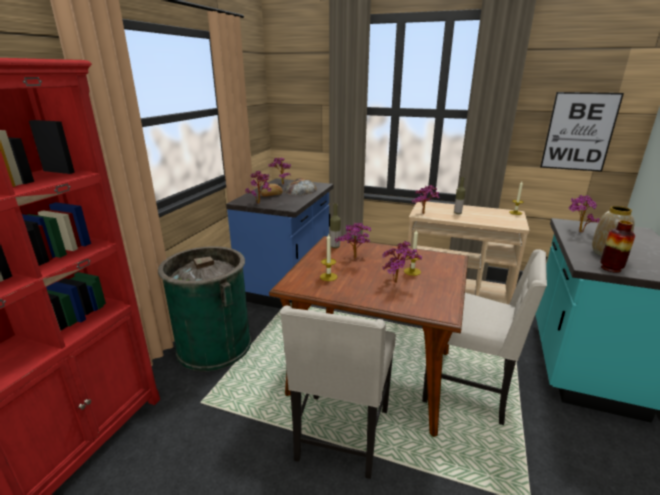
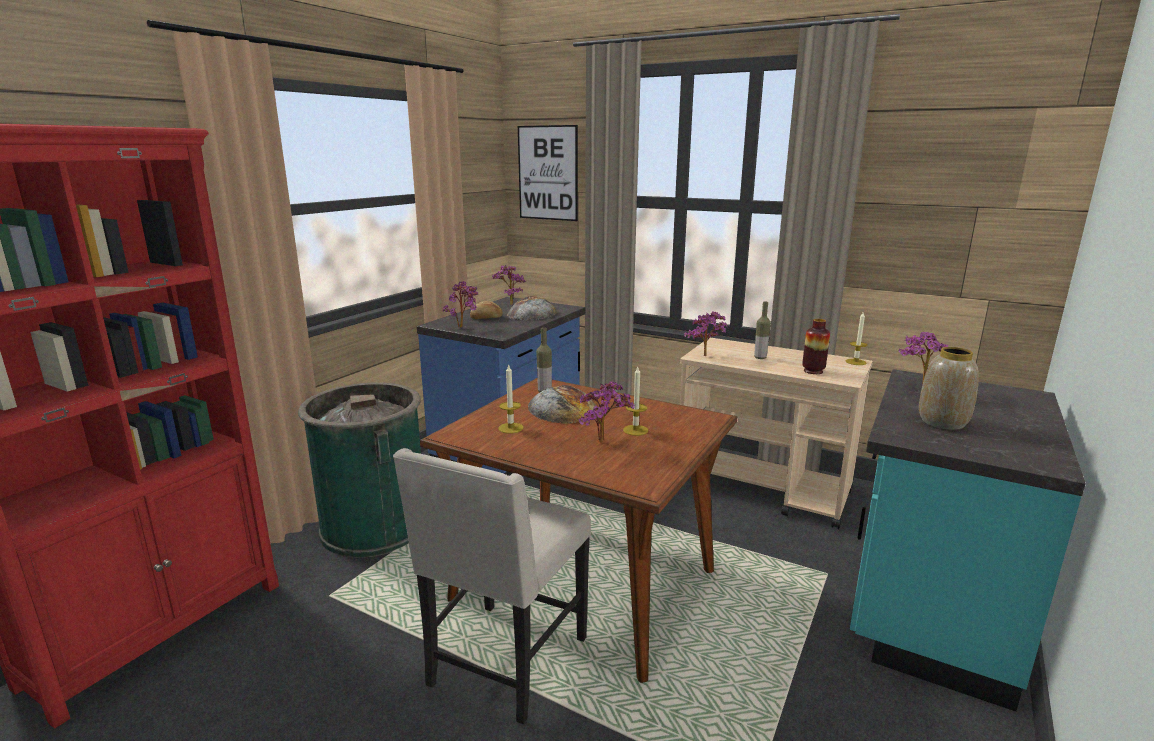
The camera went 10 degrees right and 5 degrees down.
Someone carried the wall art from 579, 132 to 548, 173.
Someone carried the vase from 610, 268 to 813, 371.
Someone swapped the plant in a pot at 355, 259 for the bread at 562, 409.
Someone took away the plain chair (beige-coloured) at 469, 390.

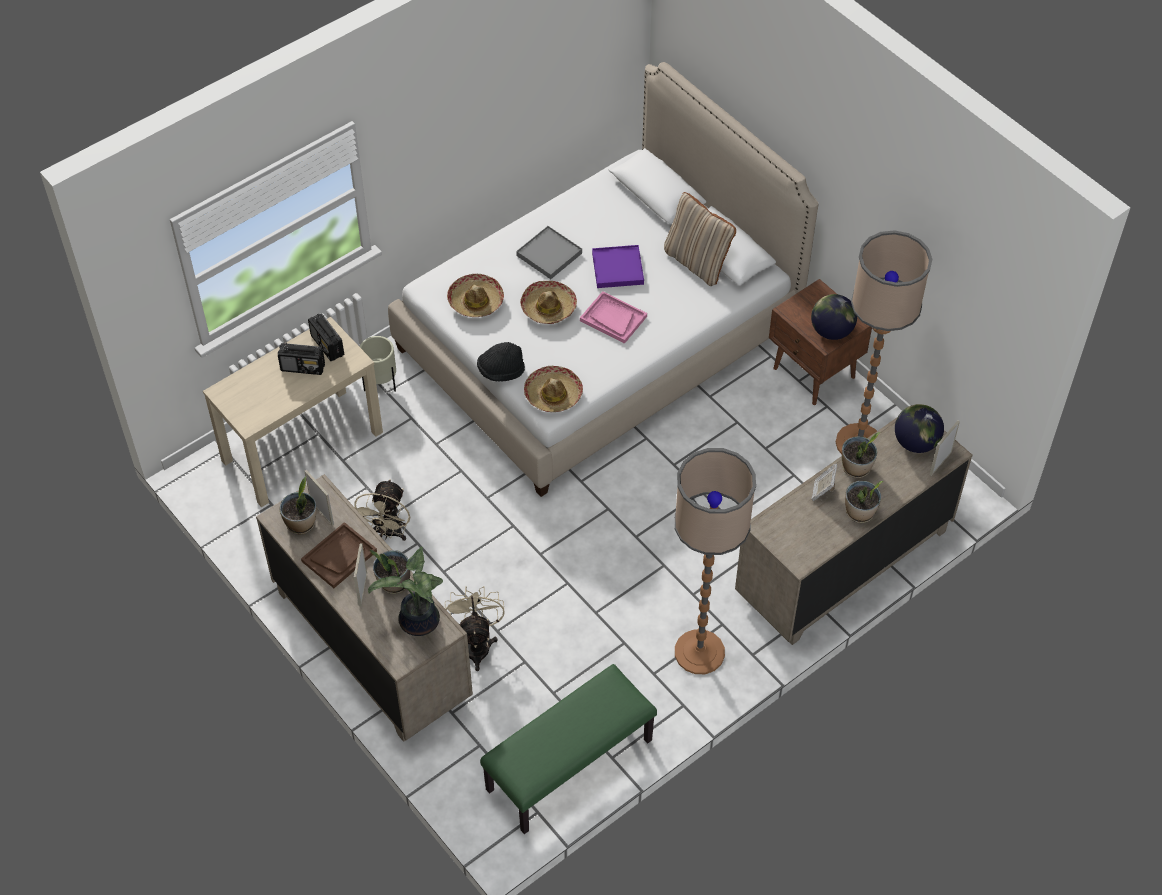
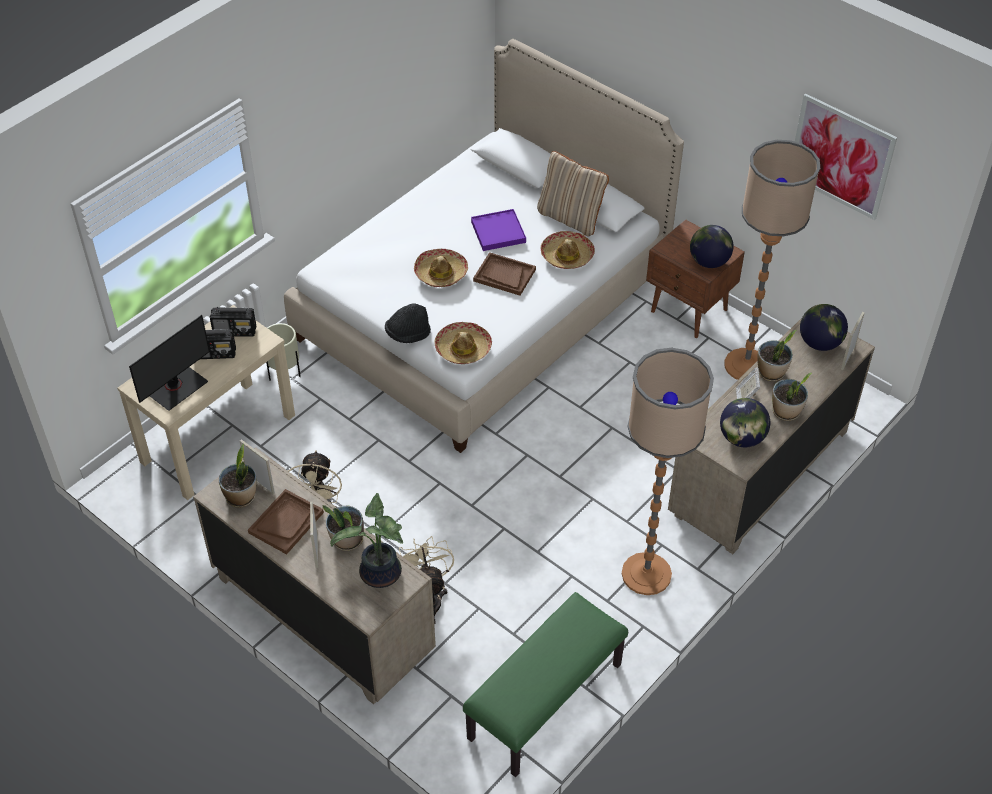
The camera went 10 degrees left and 5 degrees down.
Someone took away the carrying tray (gray) at 549, 254.
Someone carried the wearable hat from 475, 301 to 566, 256.
Someone repainted the carrying tray (pink-coloured) at 613, 318, which became the carrying tray (brown-coloured) at 504, 275.
Someone rotated the radio set at 327, 346 by 45 degrees counterclockwise.
Someone put up the wall art at 841, 156.
Someone put down the monitor at 176, 387.
Someone put down the desk globe at 741, 438.

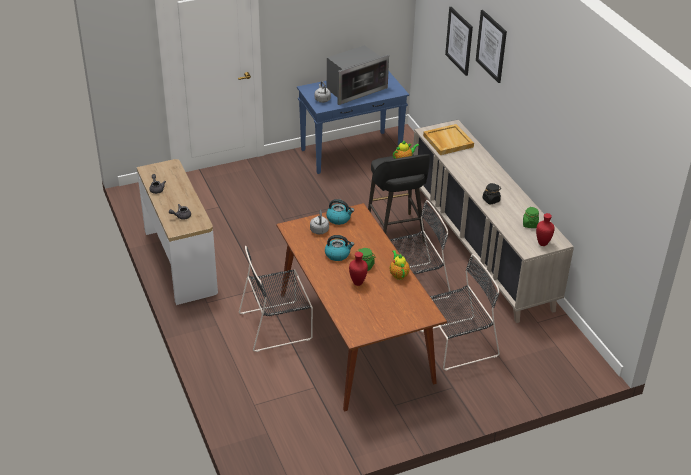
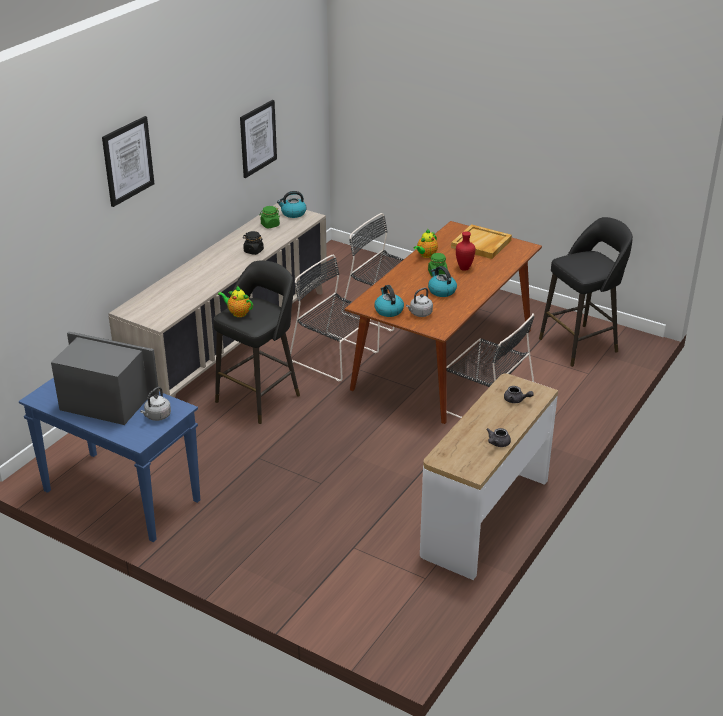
The camera went 125 degrees left and 5 degrees down.
Someone carried the wall art from 459, 41 to 258, 138.
Someone carried the carrying tray (beige-coloured) from 447, 141 to 481, 244.
Someone swapped the vase (red-coloured) at 542, 244 for the water kettle at 293, 213.
Someone put down the stool seat (blackish) at 580, 345.

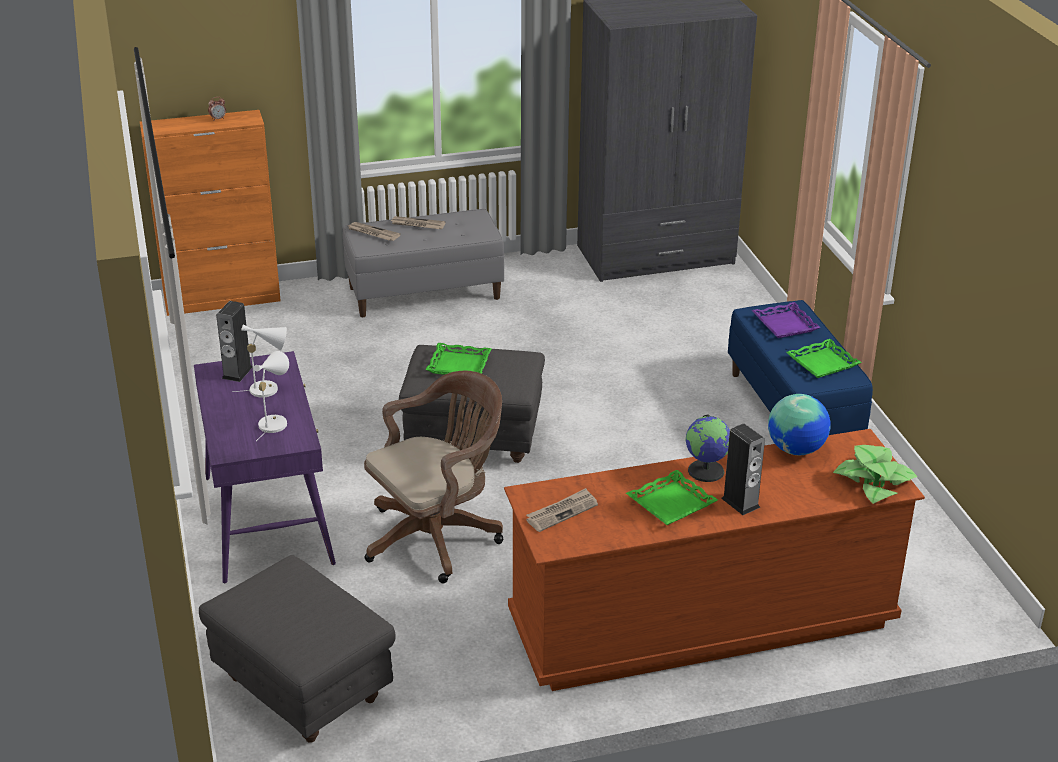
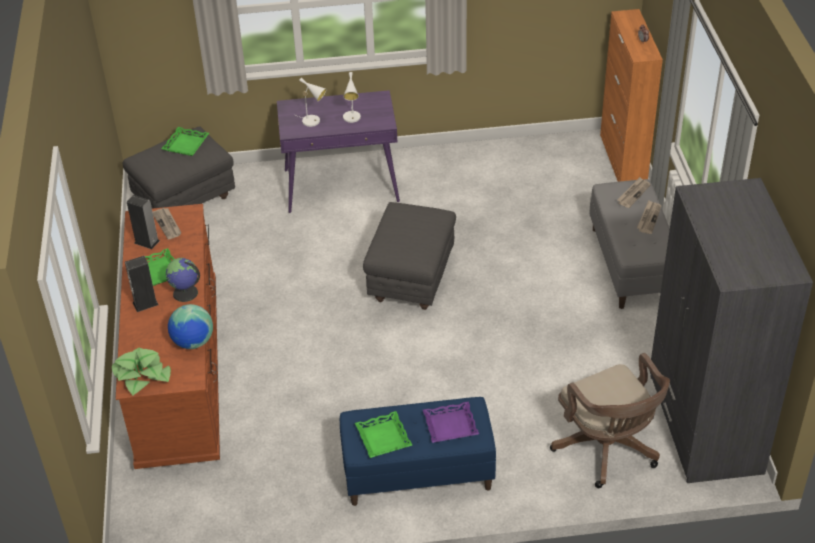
The camera went 100 degrees right and 10 degrees up.
Someone carried the audio speaker from 237, 372 to 147, 242.
Someone carried the carrying tray (green) from 458, 365 to 185, 144.
Someone carried the office chair (brown-coloured) from 437, 536 to 608, 450.

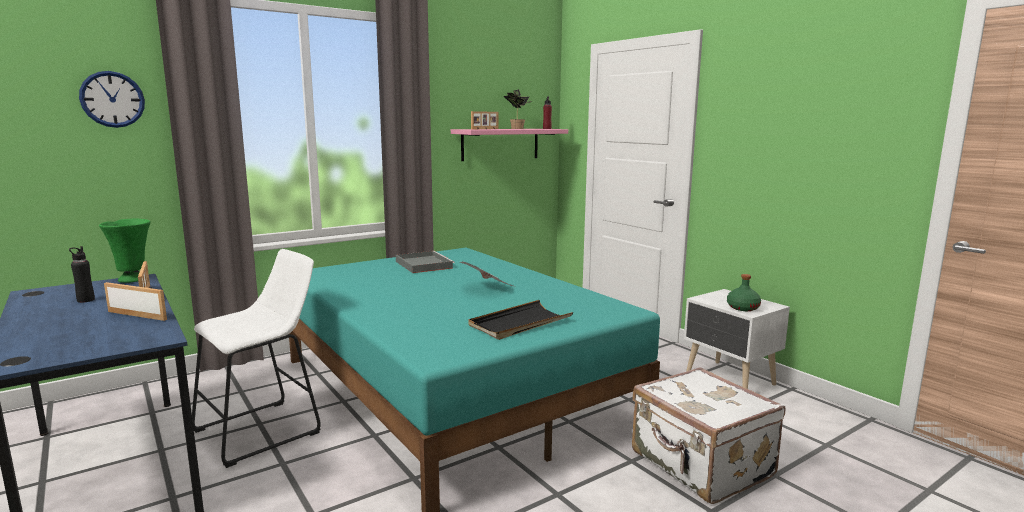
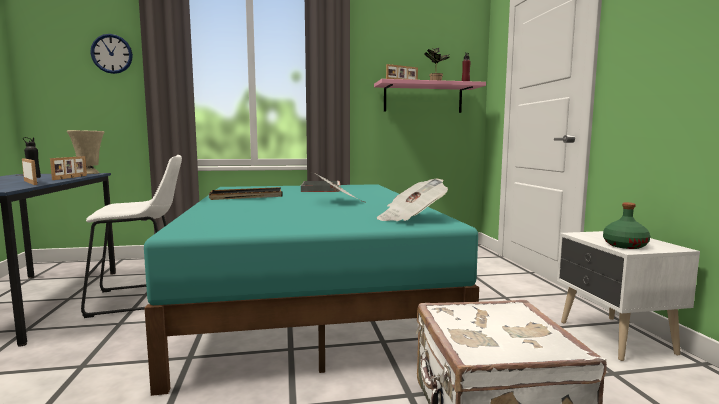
The camera went 25 degrees right and 5 degrees down.
Someone repainted the vase (green) at 133, 279, which became the vase (beige-coloured) at 89, 173.
Someone carried the carrying tray (blackish) from 520, 323 to 246, 196.
Someone put down the daily paper at 411, 218.

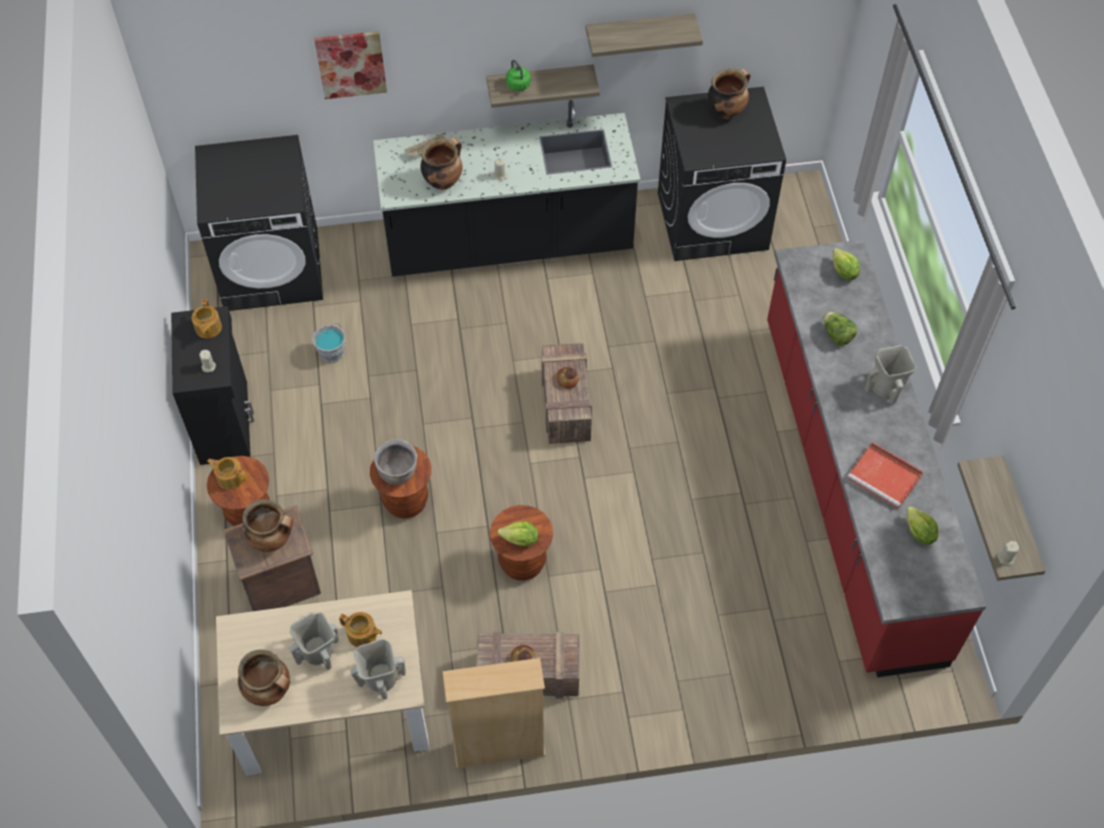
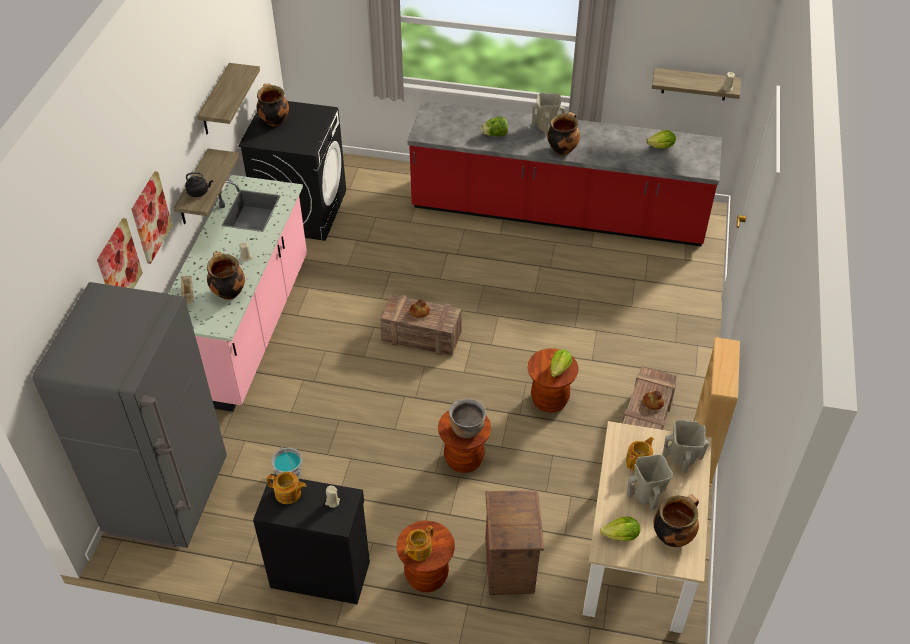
The camera went 70 degrees left and 10 degrees down.
Someone repainted the water kettle (green) at 519, 86, which became the water kettle (blackish) at 199, 192.
Someone repainted the kitchen base unit (blackish) at 508, 243, which became the kitchen base unit (pink-coloured) at 247, 328.
Someone swapped the laundry appliance (blackish) at 272, 269 for the refrigerator (gray) at 169, 497.
Someone carried the head of lettuce from 843, 272 to 621, 536.
Someone took away the carrying tray (red-coloured) at 885, 477.
Someone carried the cooking pot from 272, 540 to 562, 149.
Someone put up the wall art at 150, 217.

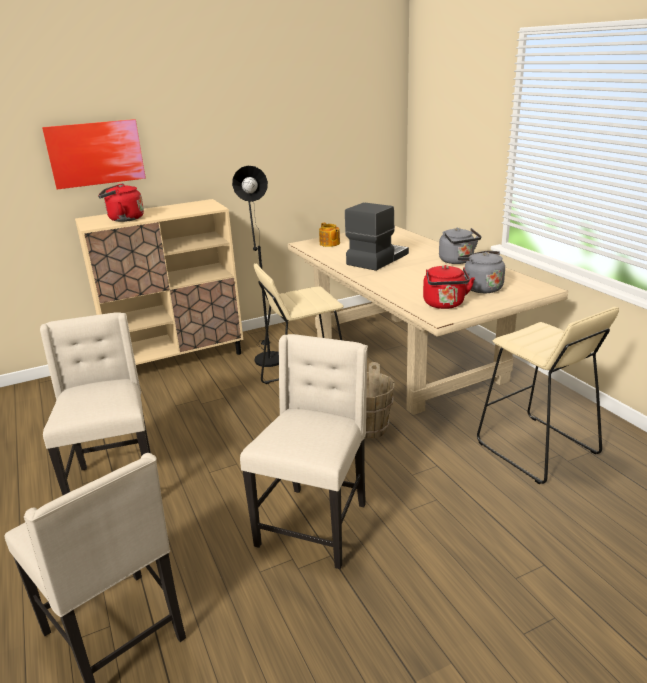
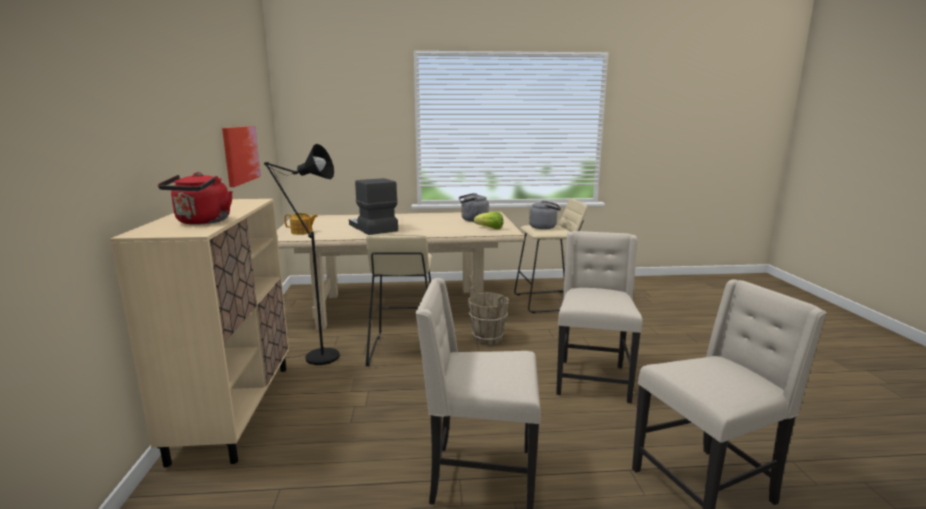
The camera went 70 degrees left and 10 degrees down.
Someone carried the wall art from 95, 153 to 241, 154.
Someone carried the water kettle (gray) from 457, 261 to 544, 227.
Someone swapped the water kettle (red-coloured) at 444, 304 for the head of lettuce at 490, 228.
Someone rotated the plain chair (beige-coloured) at 315, 524 by 60 degrees clockwise.

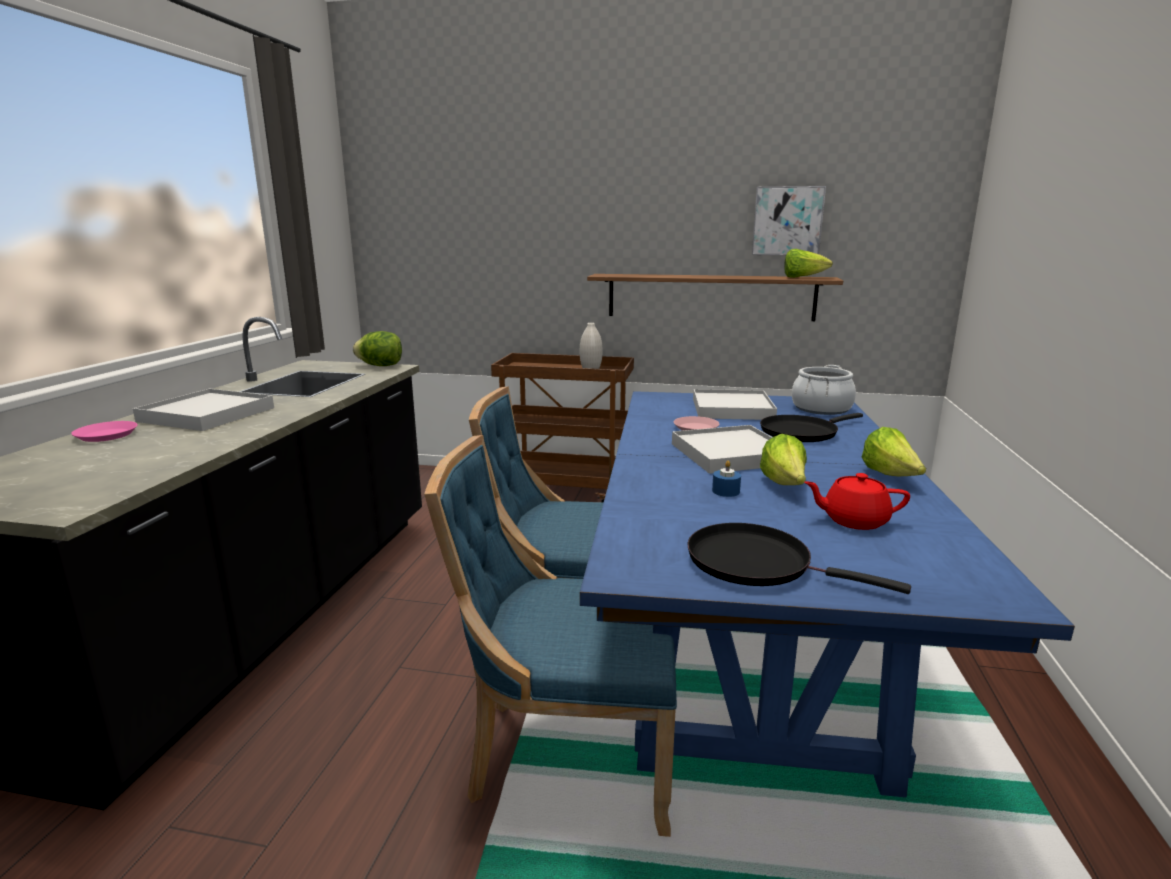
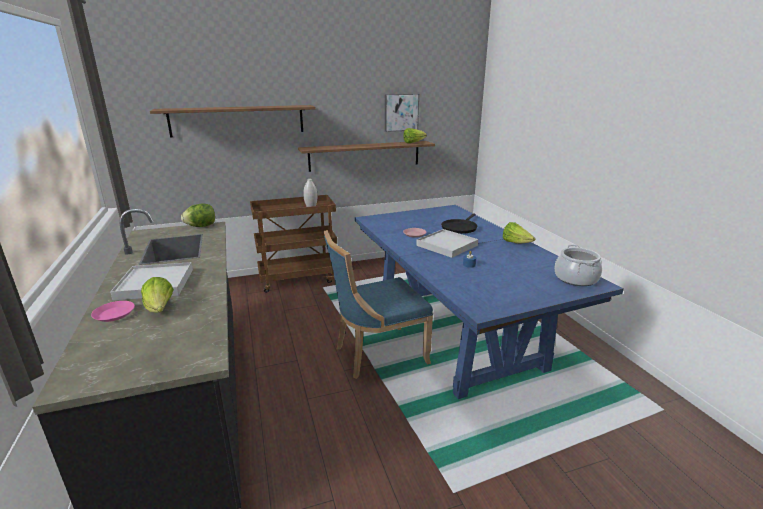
The camera went 30 degrees left and 5 degrees up.
Someone carried the cooking pot from 821, 408 to 576, 278.
Someone took away the carrying tray (white) at 732, 409.
Someone carried the head of lettuce from 784, 485 to 160, 309.
Someone took away the plain chair (bluish) at 566, 755.
Someone took away the tea pot (red-coloured) at 853, 520.
Someone took away the frying pan (blackish) at 757, 563.
Someone put up the bracket shelf at 237, 120.

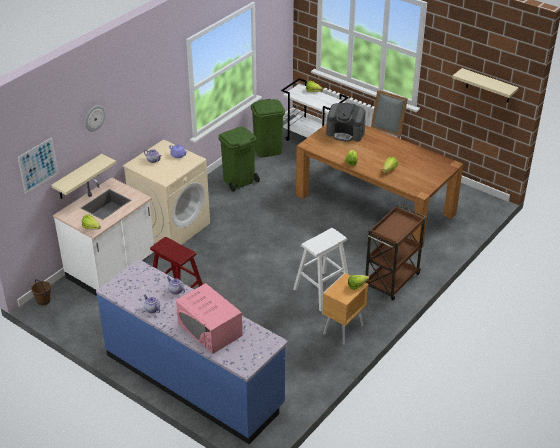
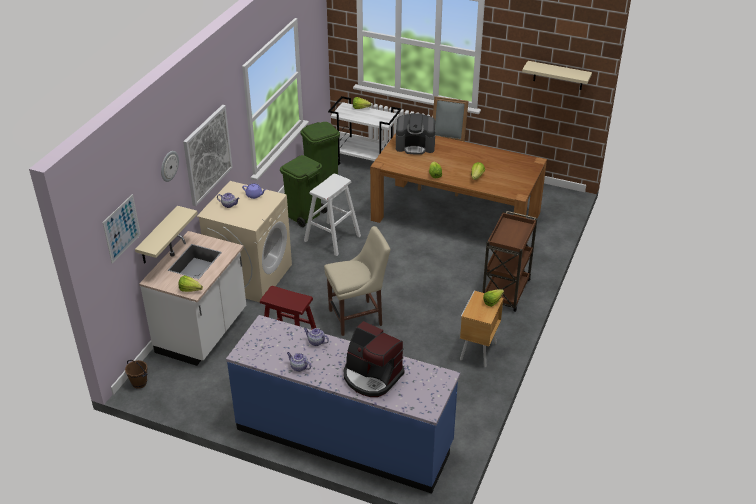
The camera went 15 degrees left and 0 degrees up.
Someone carried the stool seat (white) from 322, 291 to 332, 238.
Someone swapped the microwave (pink-coloured) at 210, 329 for the coffee maker at 372, 376.
Someone put up the wall art at 207, 154.
Someone put down the plain chair (beige-coloured) at 358, 317.

